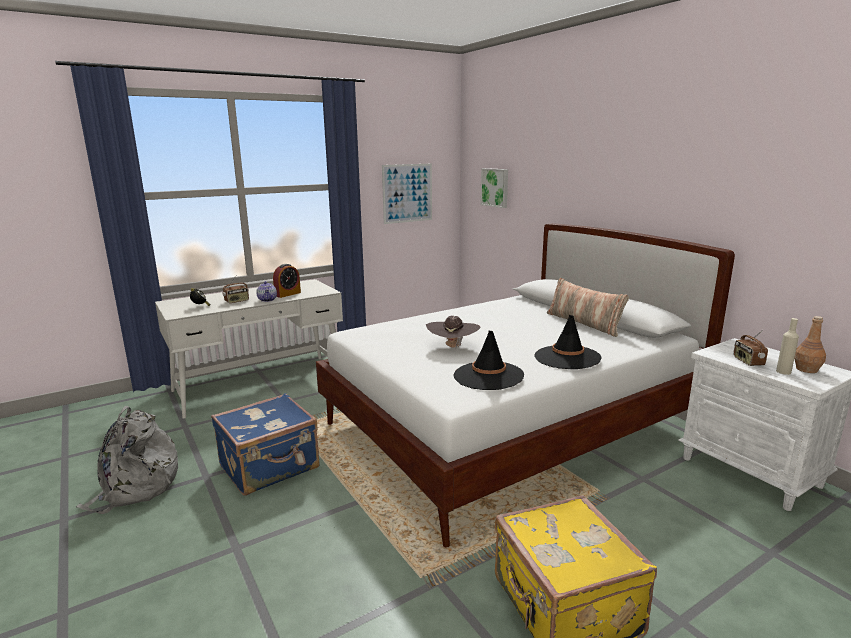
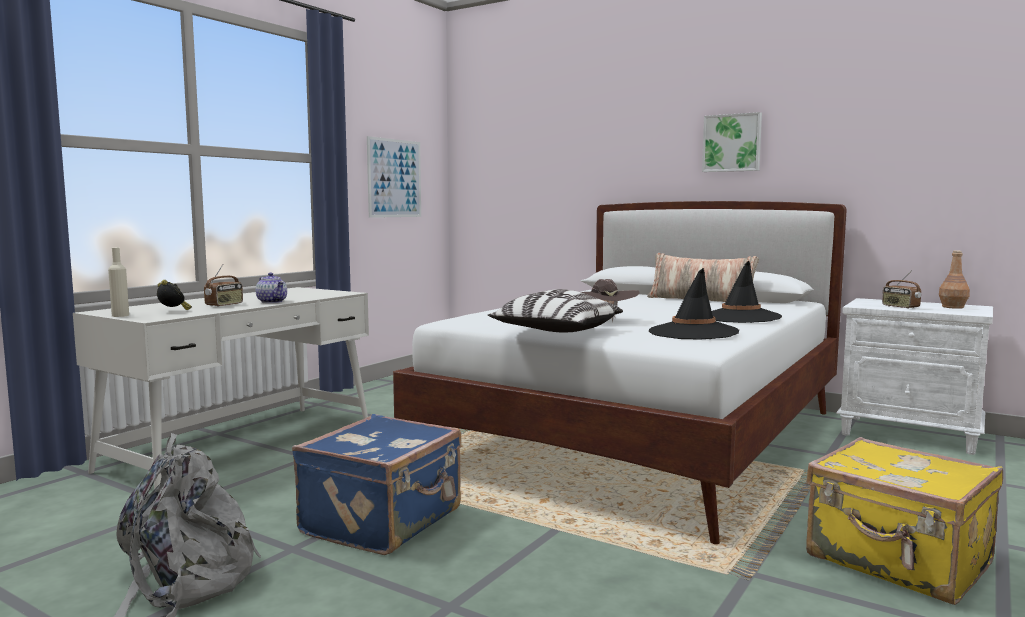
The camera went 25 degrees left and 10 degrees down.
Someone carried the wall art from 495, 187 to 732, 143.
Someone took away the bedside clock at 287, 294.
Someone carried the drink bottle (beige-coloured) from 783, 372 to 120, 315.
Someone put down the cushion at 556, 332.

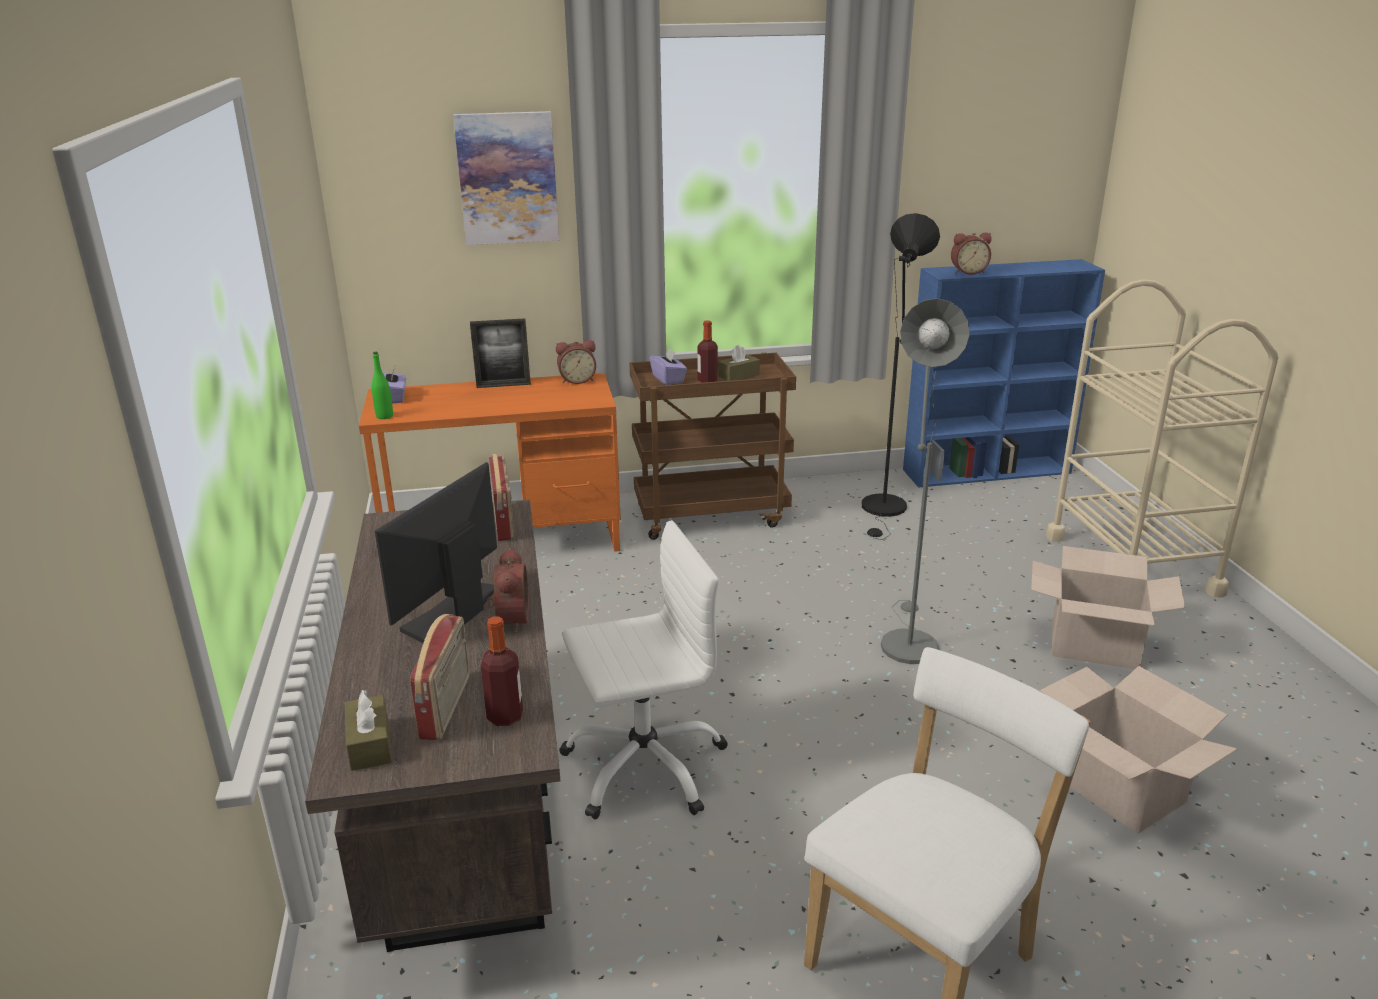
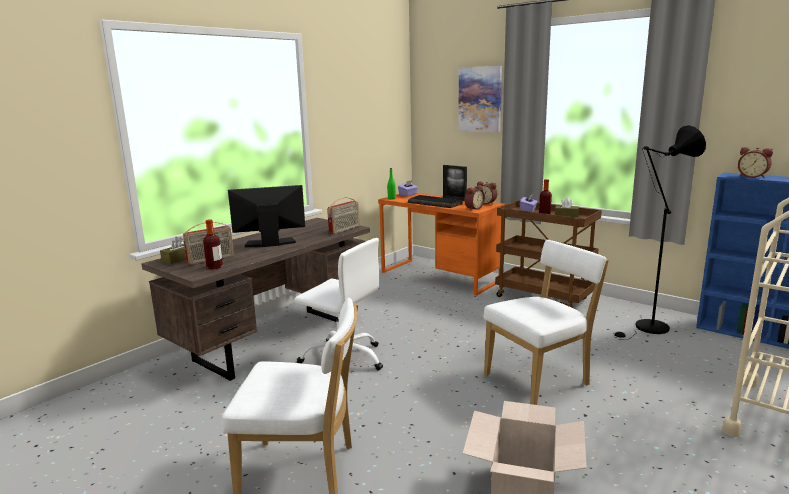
The camera went 50 degrees right and 10 degrees down.
Someone swapped the standing lamp (gray) at 907, 641 for the plain chair (white) at 540, 379.
Someone took away the cardboard box at 1094, 645.
Someone carried the bedside clock from 509, 619 to 473, 208.
Someone put down the keyboard at 435, 203.

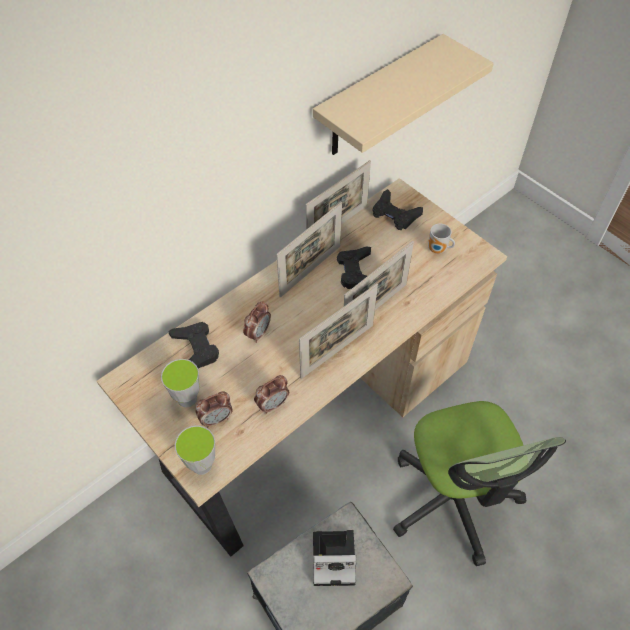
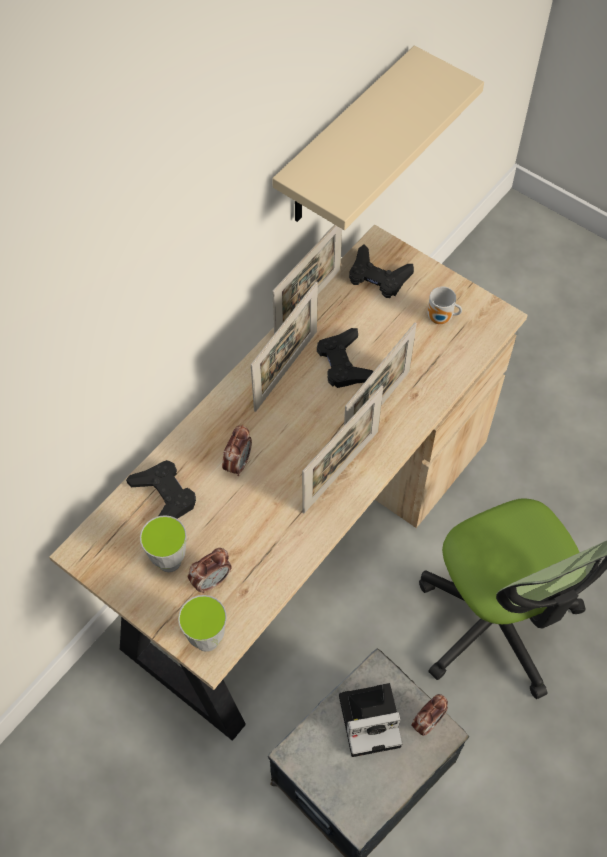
The camera went 10 degrees left and 5 degrees up.
Someone carried the bedside clock from 273, 404 to 427, 722.

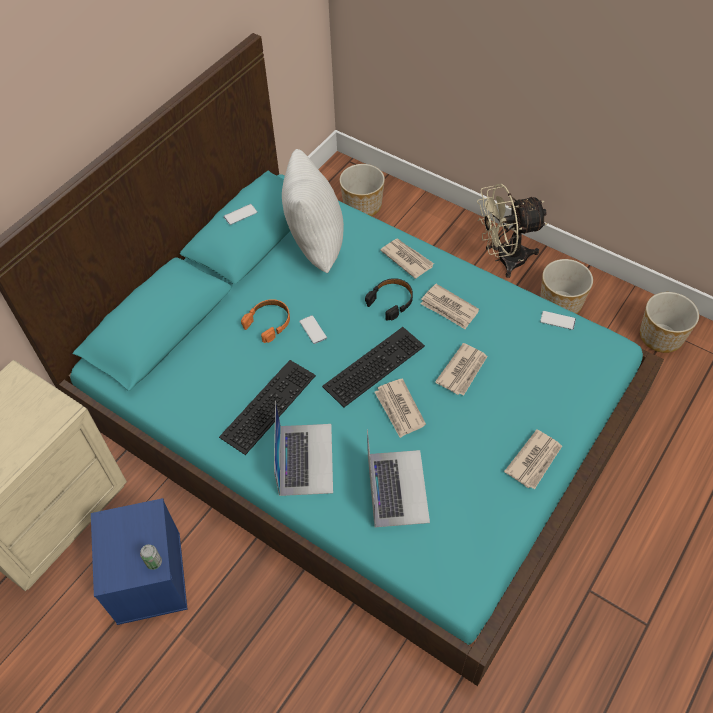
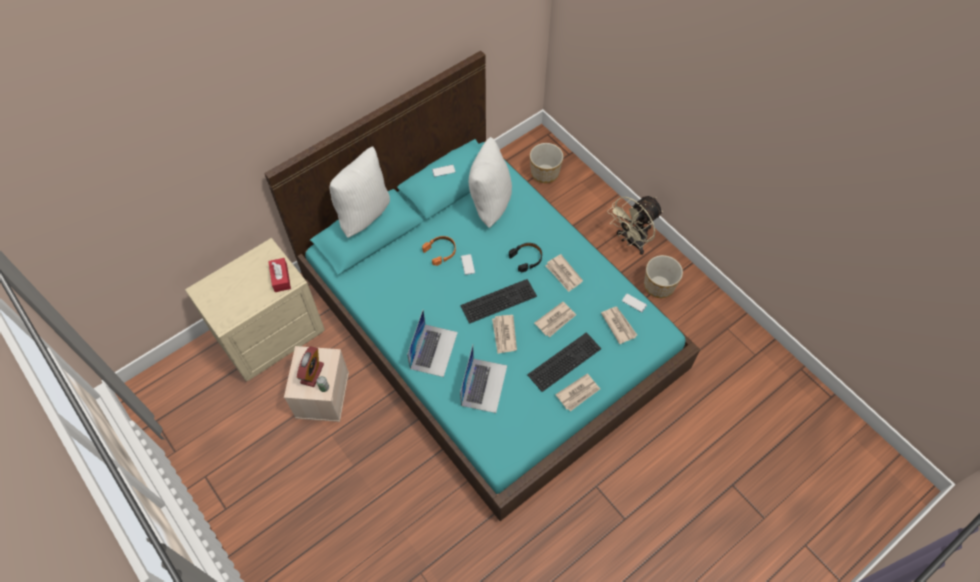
The camera went 15 degrees right and 5 degrees up.
Someone rotated the fan (beige-coloured) at 504, 259 by 45 degrees counterclockwise.
Someone carried the daily paper from 407, 259 to 618, 325.
Someone took away the flower pot at 661, 336.
Someone carried the keyboard from 267, 404 to 564, 360.
Someone repainted the storage bin (bluish) at 148, 576, which became the storage bin (beige-coloured) at 321, 394.
Someone put down the cushion (white) at 364, 213.
Someone put down the tissue box (red-coloured) at 281, 278.
Someone put down the bedside clock at 312, 373.

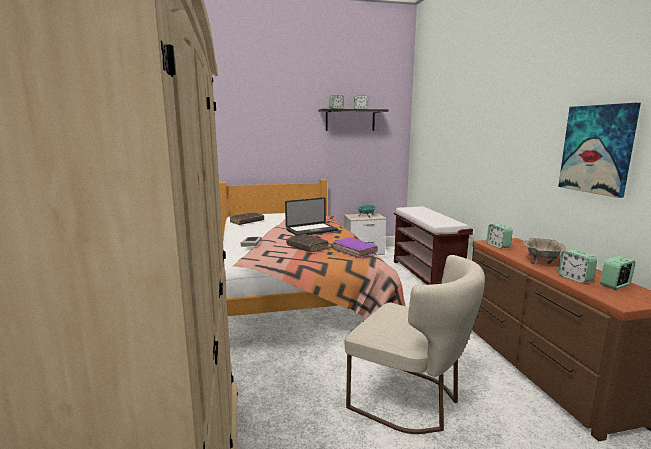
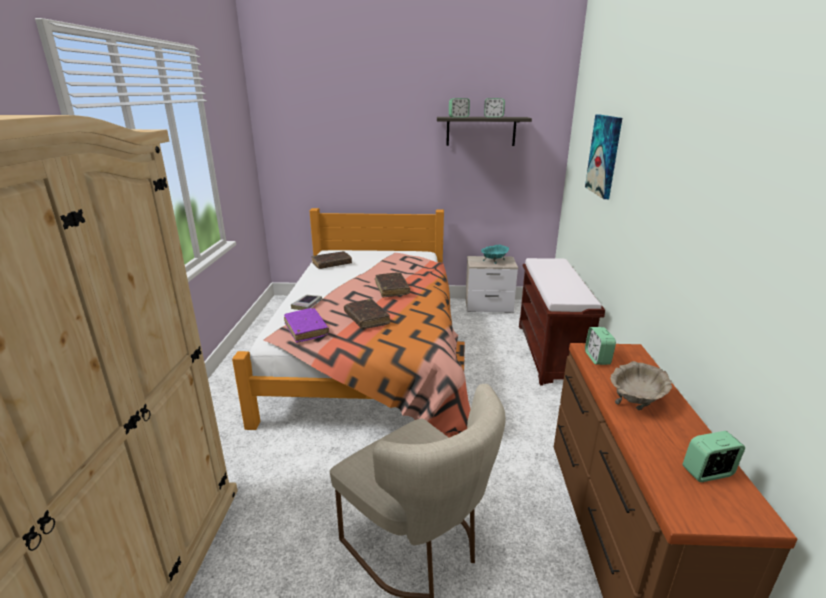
The camera went 15 degrees right and 10 degrees up.
Someone carried the wall art from 597, 149 to 604, 155.
Someone swapped the notebook computer at 311, 230 for the book (brown-coloured) at 392, 289.
Someone carried the book (purple-coloured) from 354, 252 to 306, 330.
Someone took away the bedside clock at 575, 278.

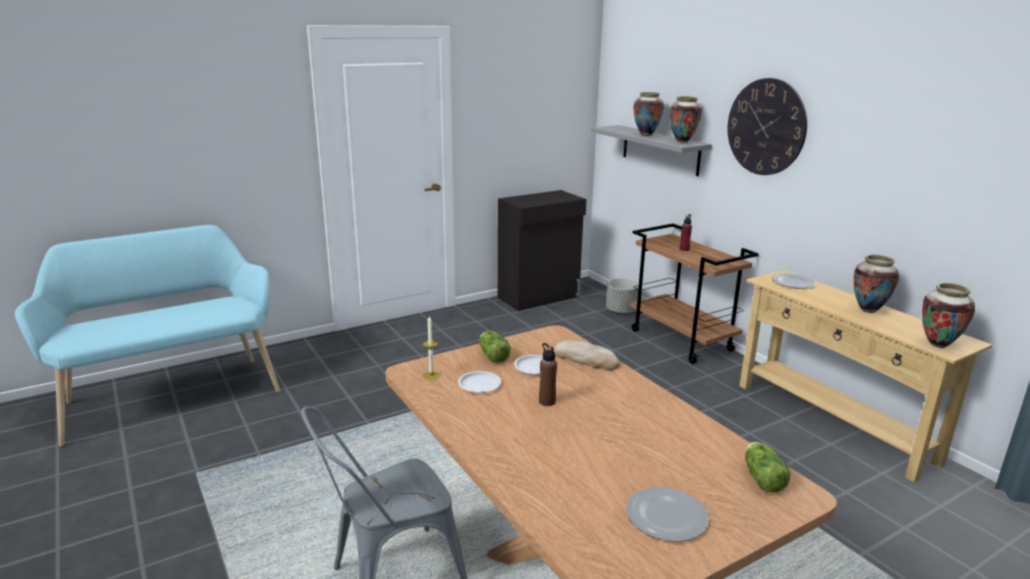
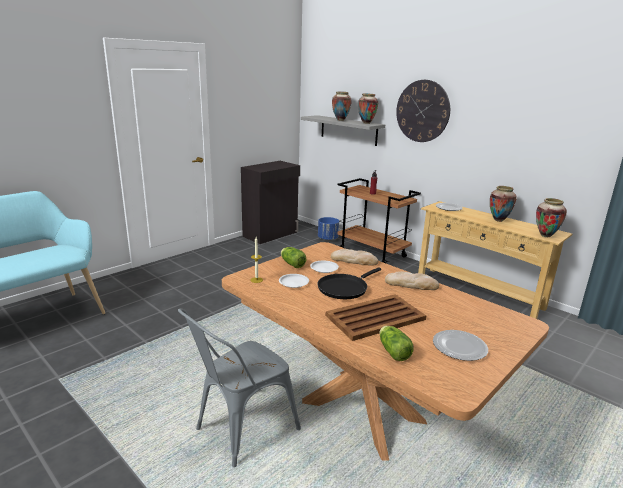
The camera went 15 degrees left and 0 degrees up.
Someone repainted the flower pot (gray) at 621, 311, which became the flower pot (bluish) at 328, 239.
Someone swapped the drink bottle (brown-coloured) at 547, 401 for the frying pan (blackish) at 344, 288.
Someone carried the head of lettuce from 761, 477 to 393, 351.
Someone put down the bread at 411, 284.
Someone put down the carrying tray (brown-coloured) at 376, 317.

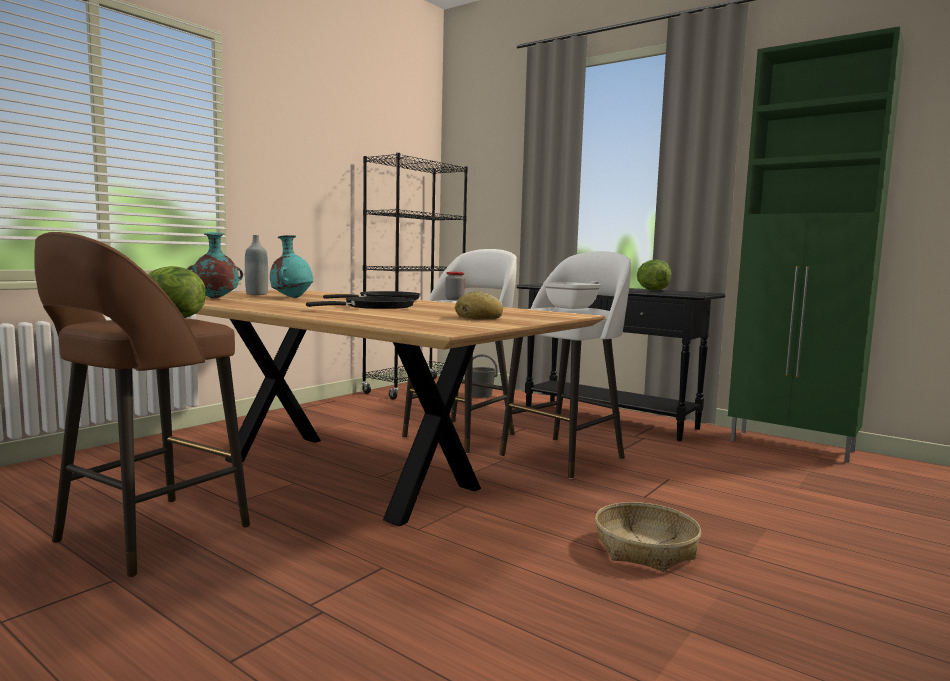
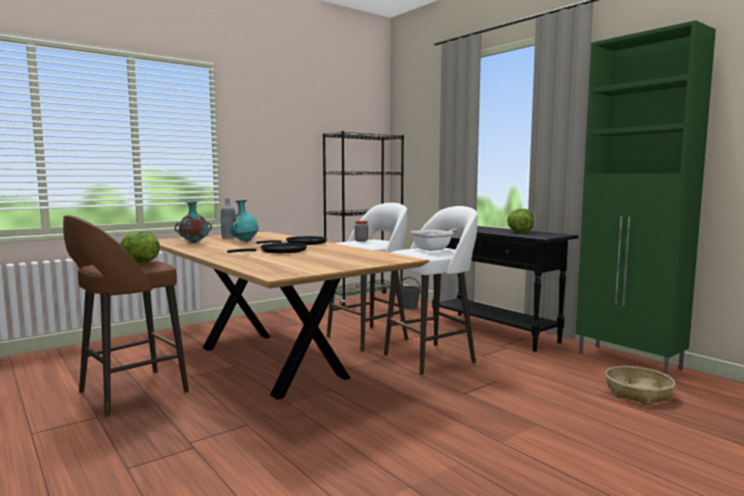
The camera went 15 degrees right and 0 degrees up.
Someone took away the bread at 479, 318.
Someone carried the household basket from 644, 548 to 637, 393.

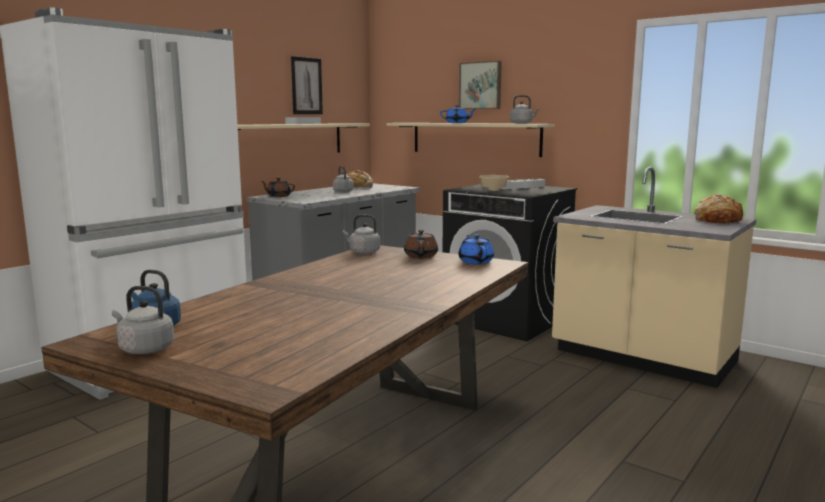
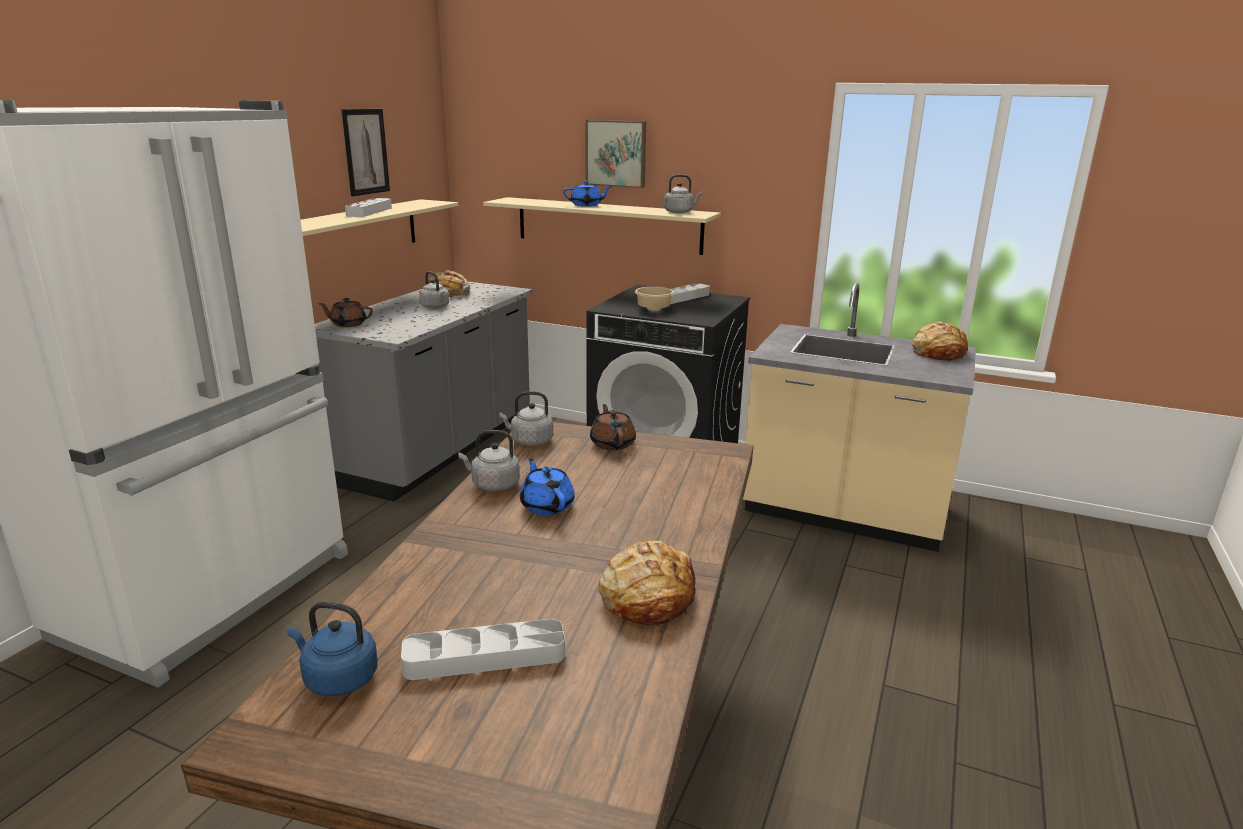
The camera went 15 degrees left and 10 degrees up.
Someone carried the tea pot (bluish) from 475, 261 to 547, 505.
Someone carried the water kettle (gray) from 144, 349 to 493, 485.
Someone put down the bread at 647, 596.
Someone put down the carrying tray (gray) at 485, 657.

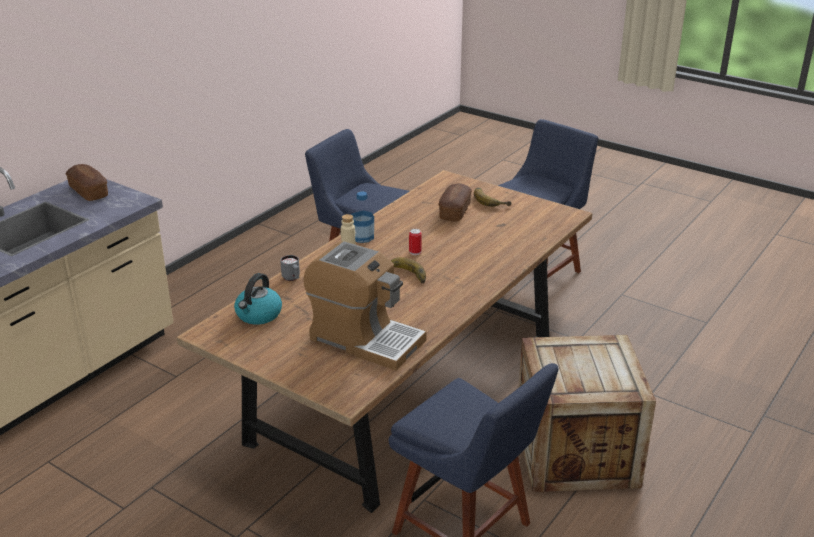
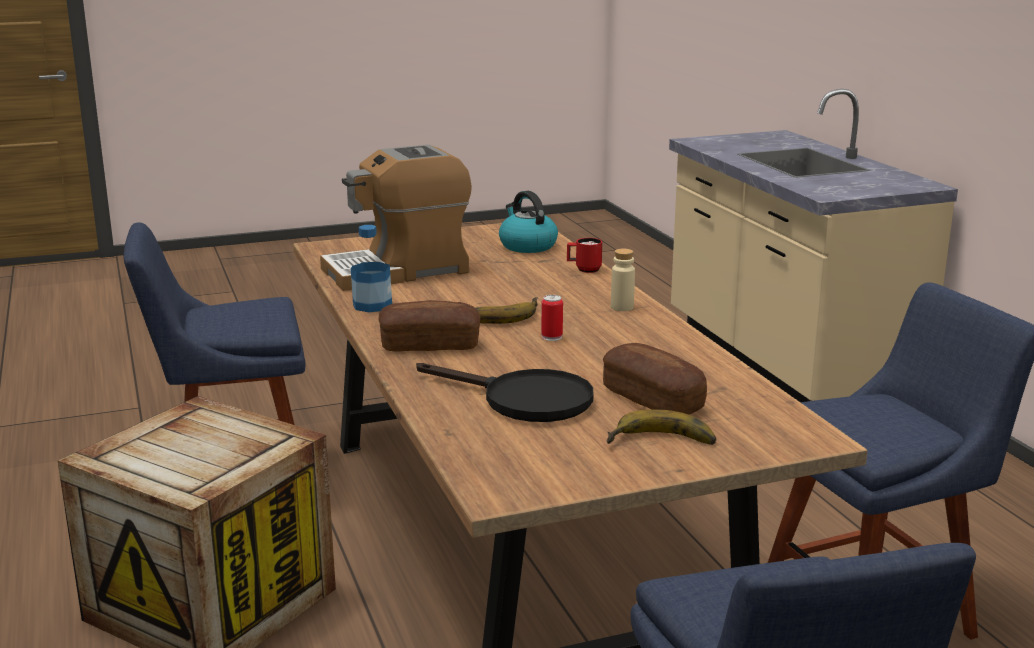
The camera went 125 degrees right and 10 degrees down.
Someone carried the bread from 88, 191 to 430, 345.
Someone carried the drink bottle from 362, 237 to 372, 305.
Someone repainted the coffee mug (gray) at 292, 279, which became the coffee mug (red-coloured) at 584, 269.
Someone put down the frying pan (blackish) at 523, 400.

